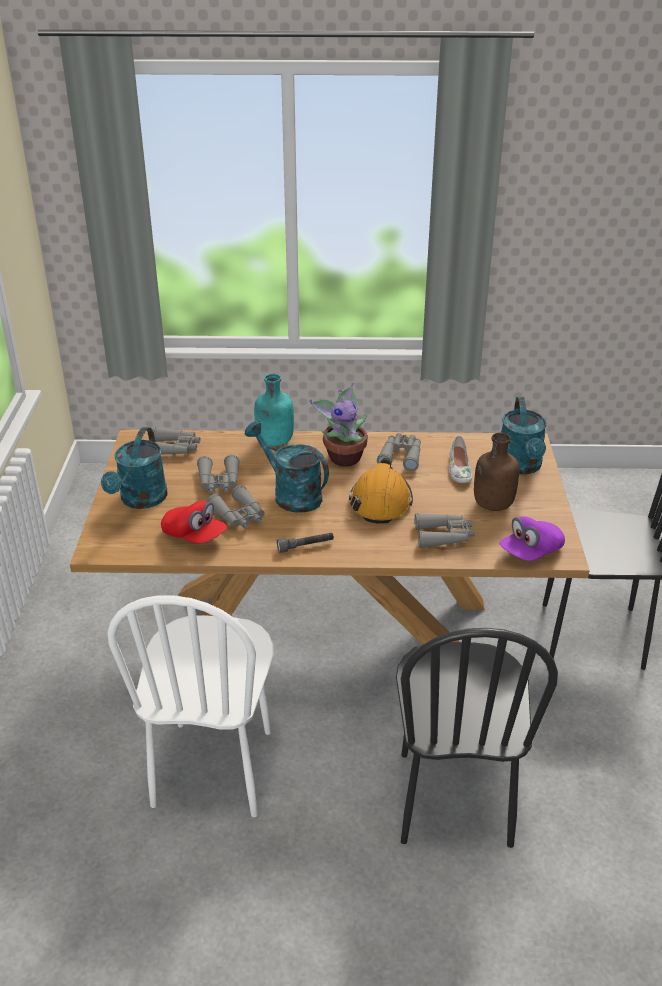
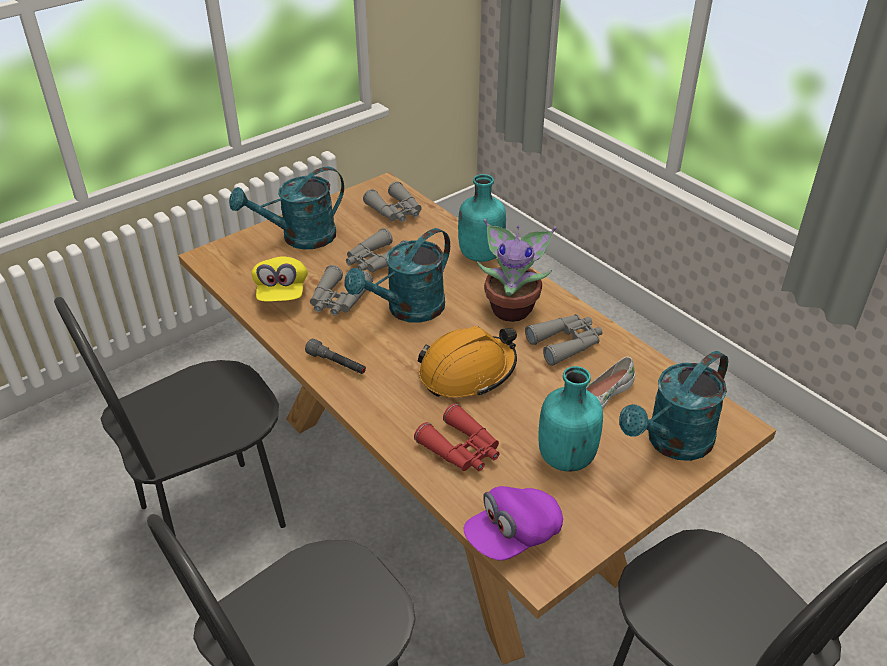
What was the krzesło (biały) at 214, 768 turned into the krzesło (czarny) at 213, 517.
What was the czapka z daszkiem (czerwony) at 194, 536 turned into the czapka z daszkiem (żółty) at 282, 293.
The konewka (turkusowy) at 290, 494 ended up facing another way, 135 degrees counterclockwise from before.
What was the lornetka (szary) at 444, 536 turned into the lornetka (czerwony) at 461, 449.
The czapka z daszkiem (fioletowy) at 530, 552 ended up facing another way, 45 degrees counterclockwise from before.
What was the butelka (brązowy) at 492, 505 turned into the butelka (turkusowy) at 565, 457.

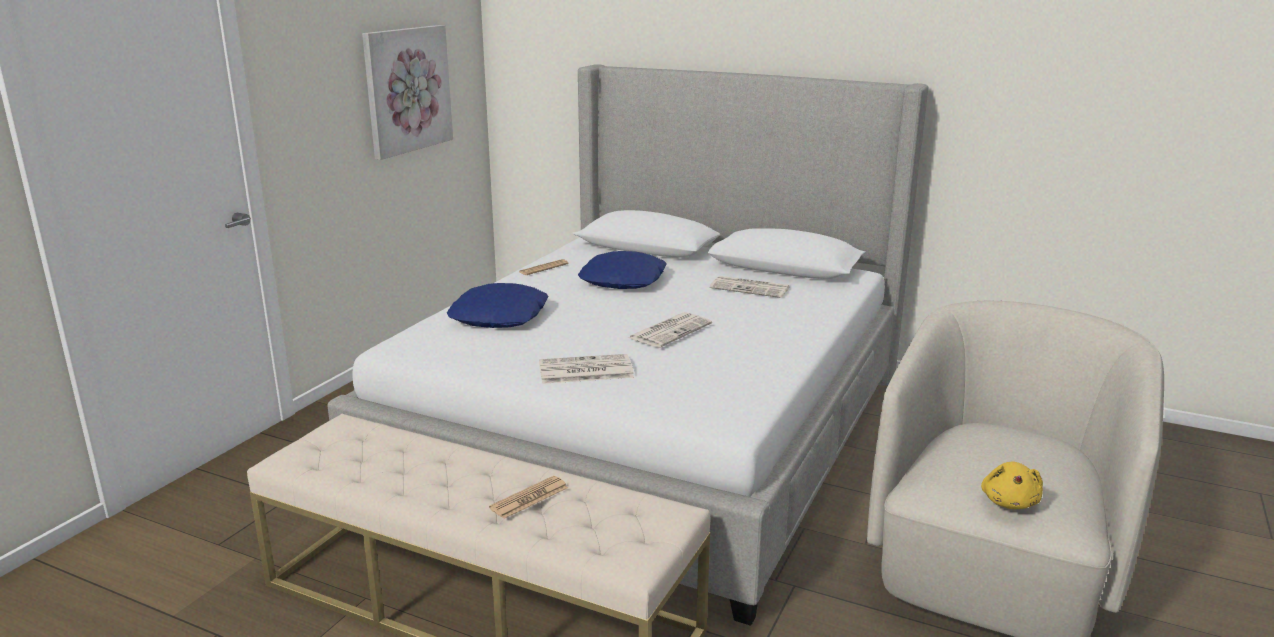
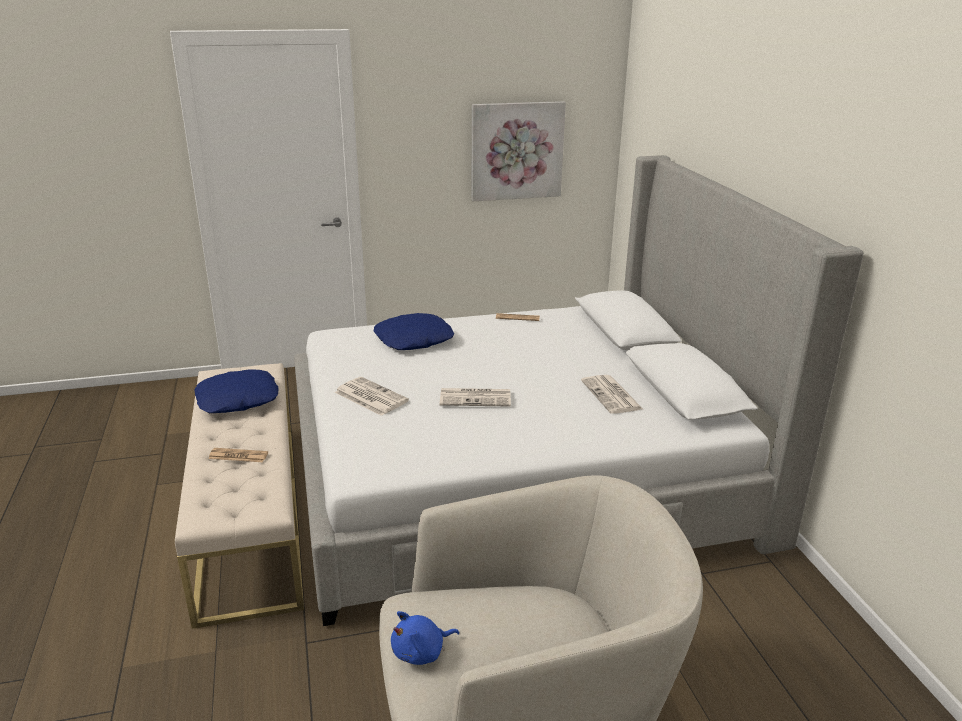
The poduszka (niebieski) ended up elsewhere, having gone from 624, 280 to 238, 400.
What was the pluszak (żółty) at 1009, 502 turned into the pluszak (niebieski) at 421, 652.

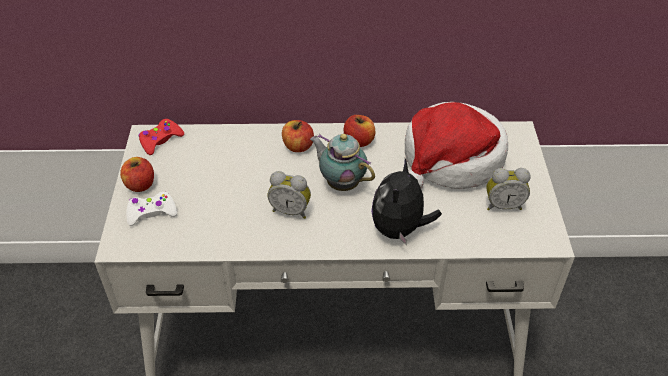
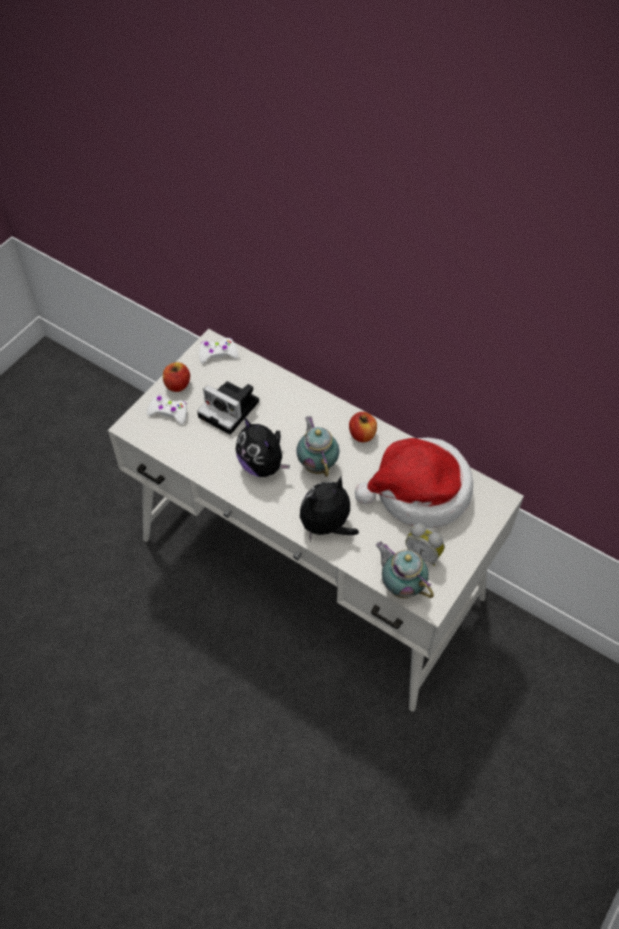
The second view gained the aparat fotograficzny at 231, 410.
What was the pad do gier (czerwony) at 160, 140 turned into the pad do gier (biały) at 218, 354.
Where the budzik stood at 291, 210, the pluszak came to stand at 263, 465.
The second view gained the imbryk at 401, 585.
The second view lost the jabłko at 298, 146.

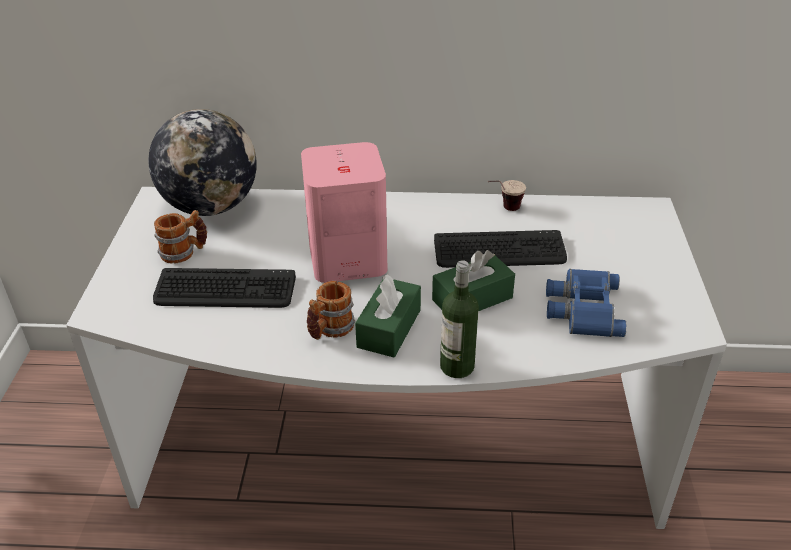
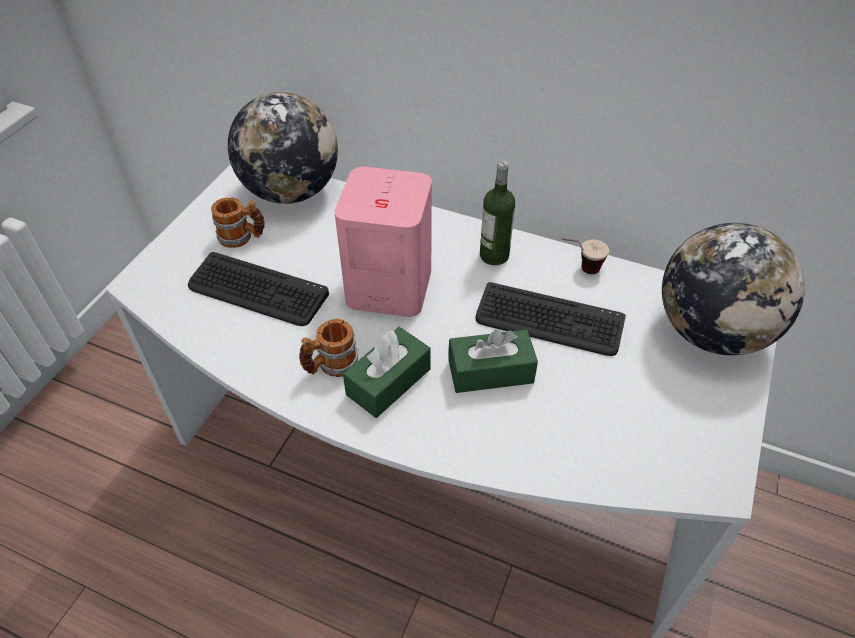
The butelka ended up elsewhere, having gone from 457, 366 to 494, 255.
The second view gained the globus at 711, 332.
The second view lost the lornetka (niebieski) at 582, 308.

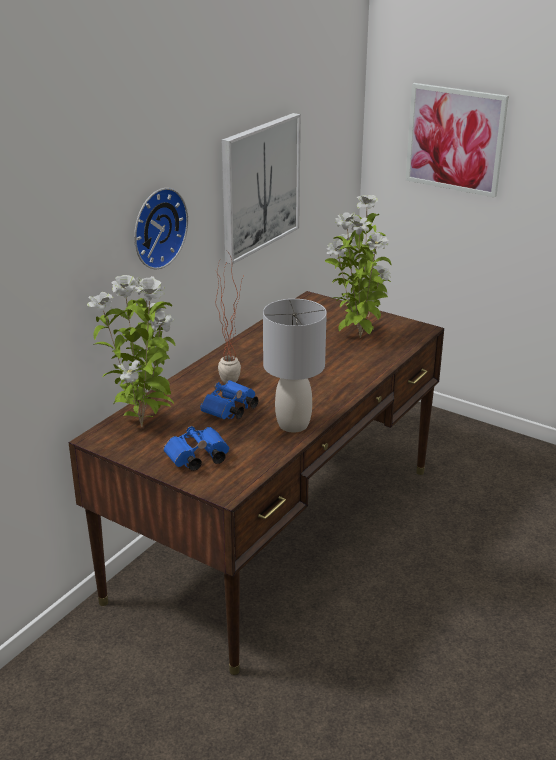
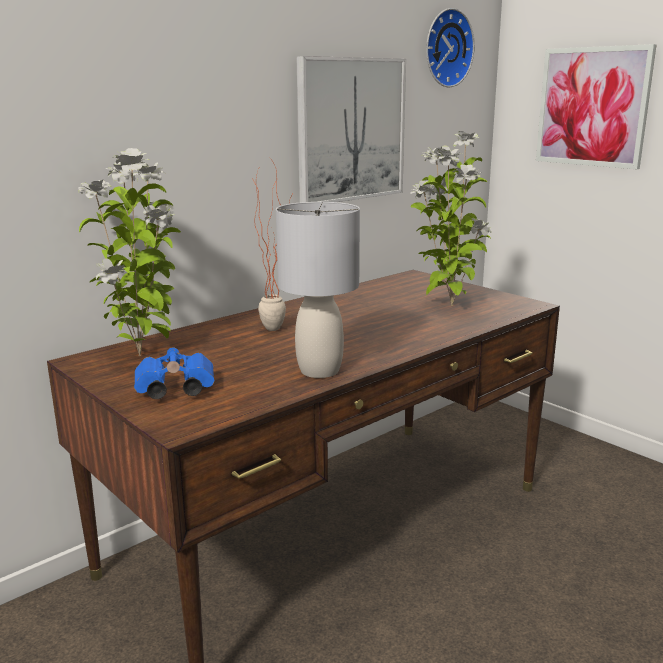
The zegar ścienny ended up elsewhere, having gone from 156, 227 to 445, 48.
The second view lost the lornetka (niebieski) at 229, 411.

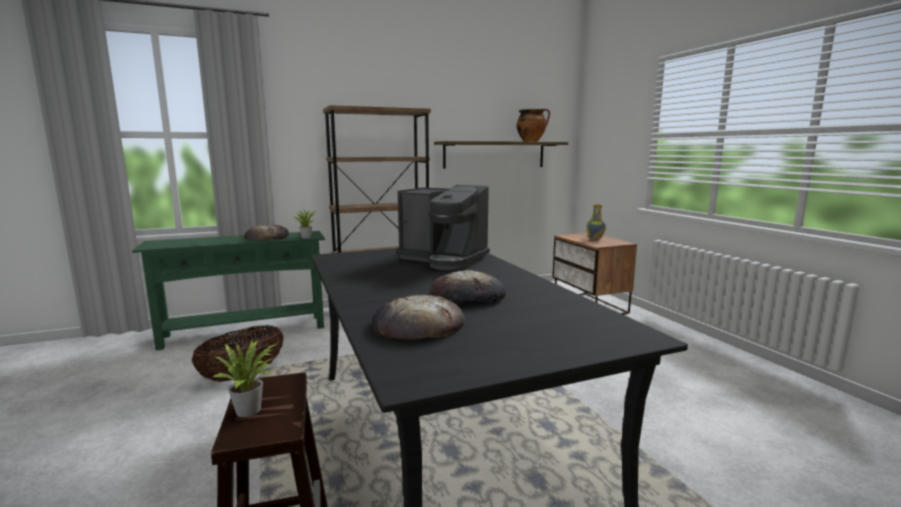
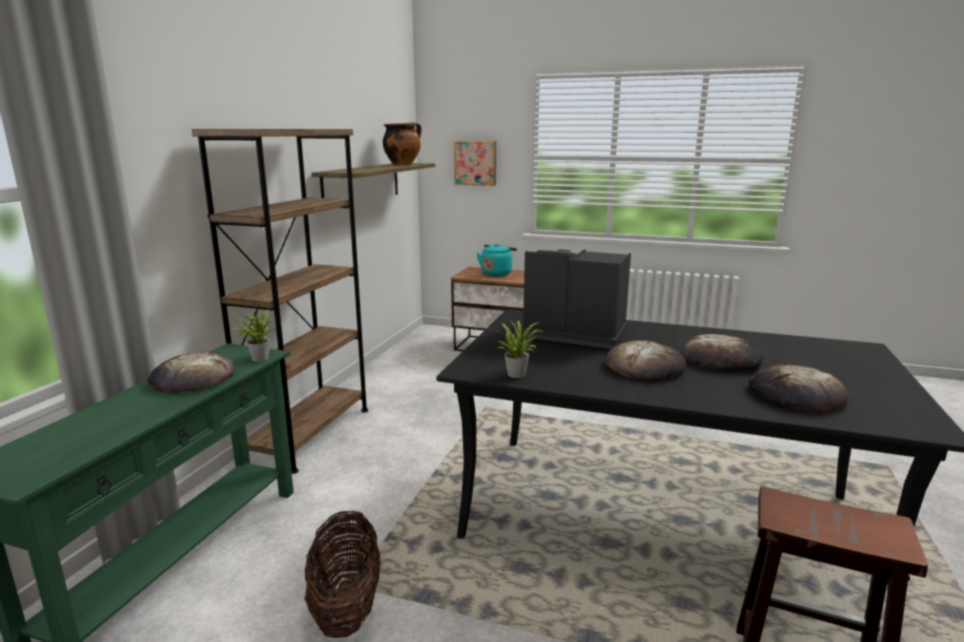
The second view gained the obraz at 475, 162.
Where the wazon stood at 595, 238, the czajnik (turkusowy) came to stand at 497, 273.
The roślina doniczkowa ended up elsewhere, having gone from 252, 410 to 517, 373.
The ekspres do kawy at 444, 259 ended up facing another way, 135 degrees counterclockwise from before.
The second view gained the chleb at 645, 366.

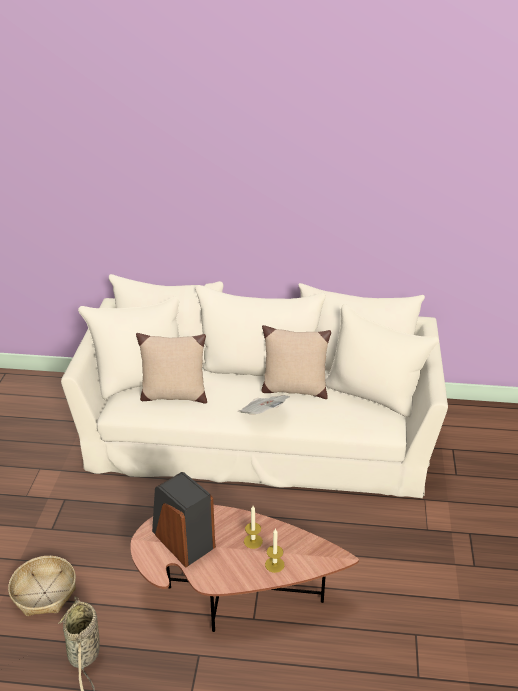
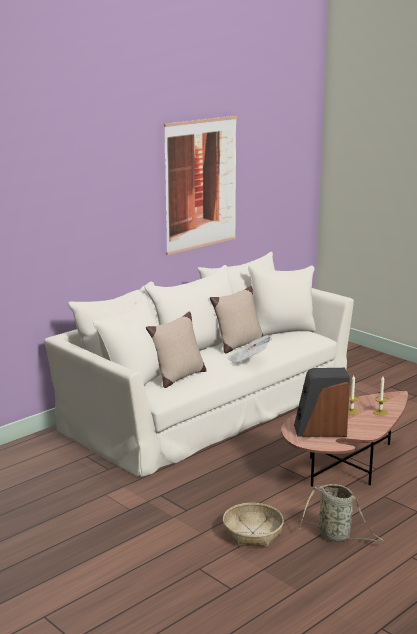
The second view gained the obraz at 201, 184.

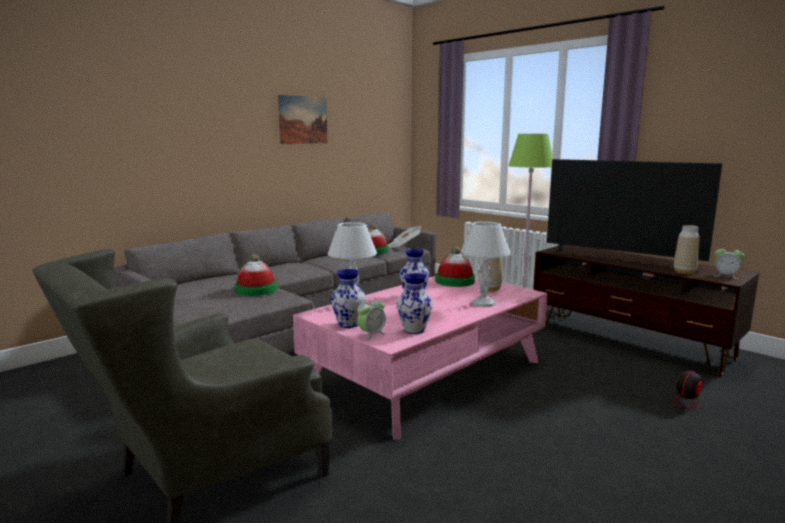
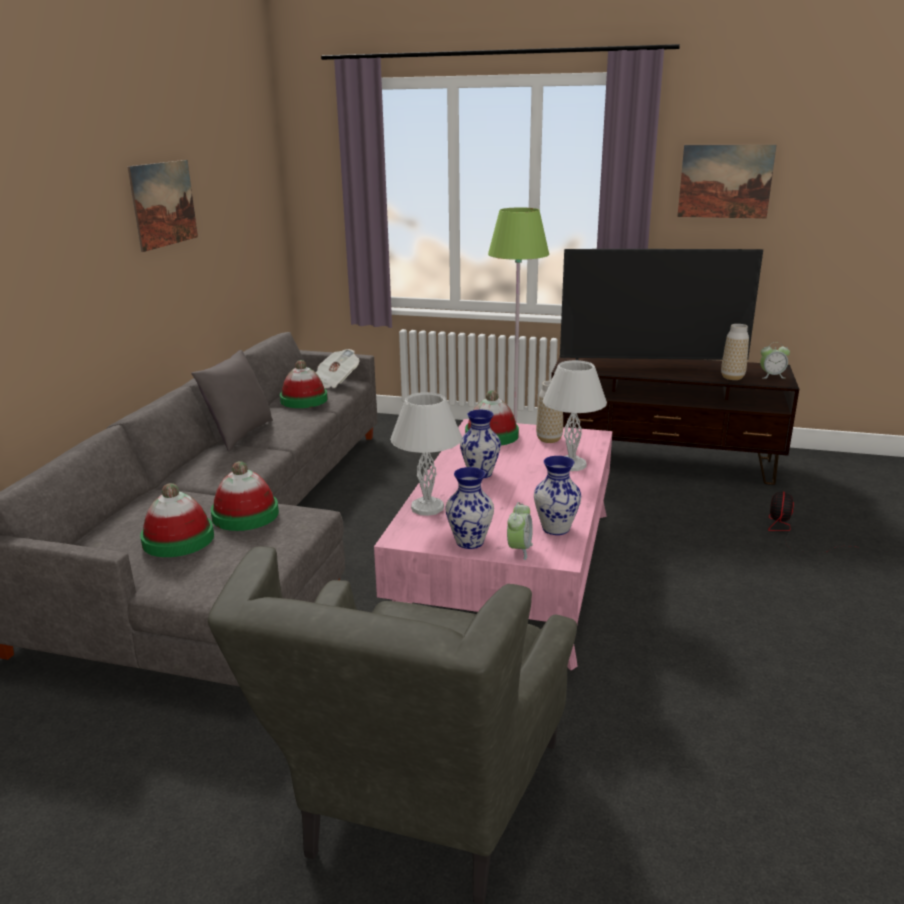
The second view gained the kapelusz at 178, 539.
The second view gained the poduszka (szary) at 239, 435.
The second view gained the obraz at 725, 181.

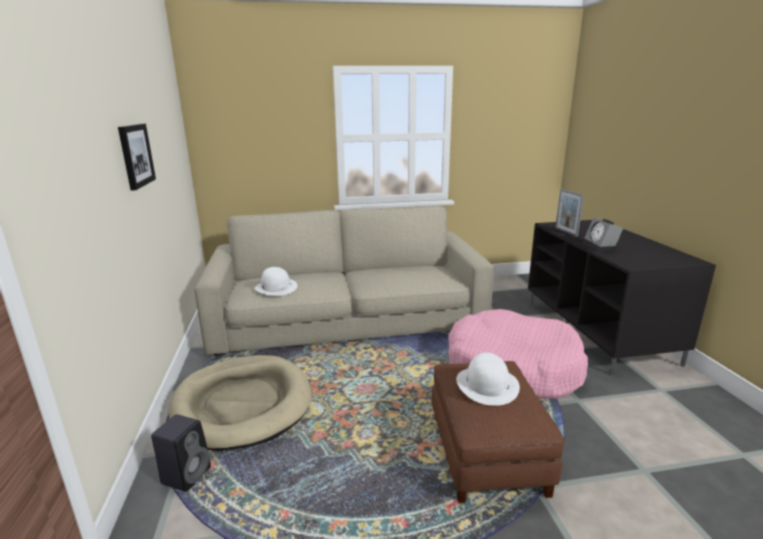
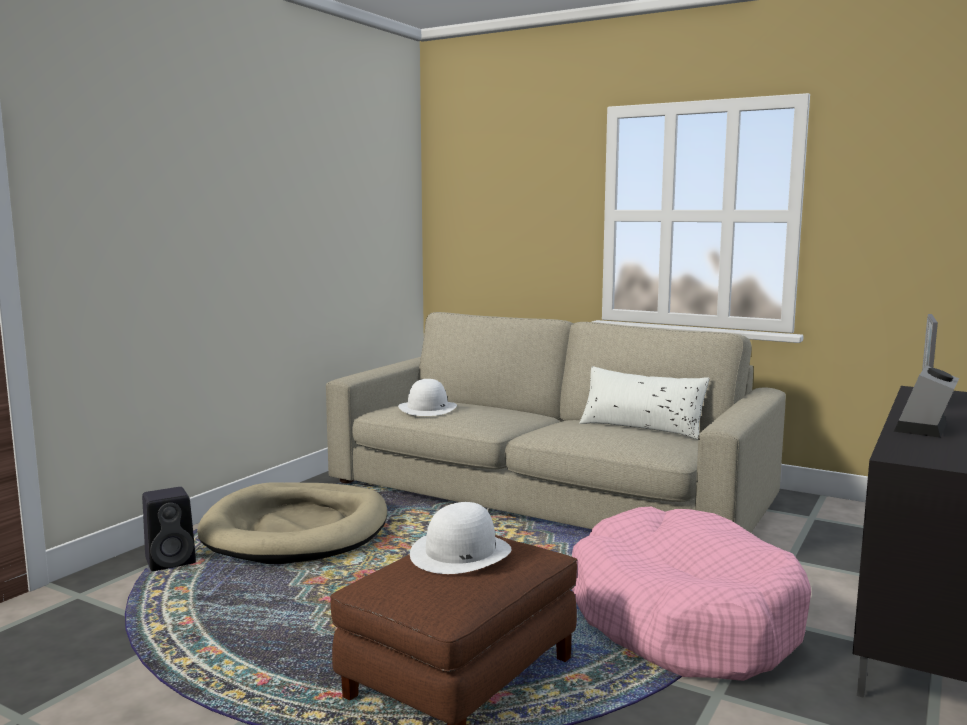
The second view gained the poduszka (biały) at 641, 427.
The second view lost the obraz at 135, 155.

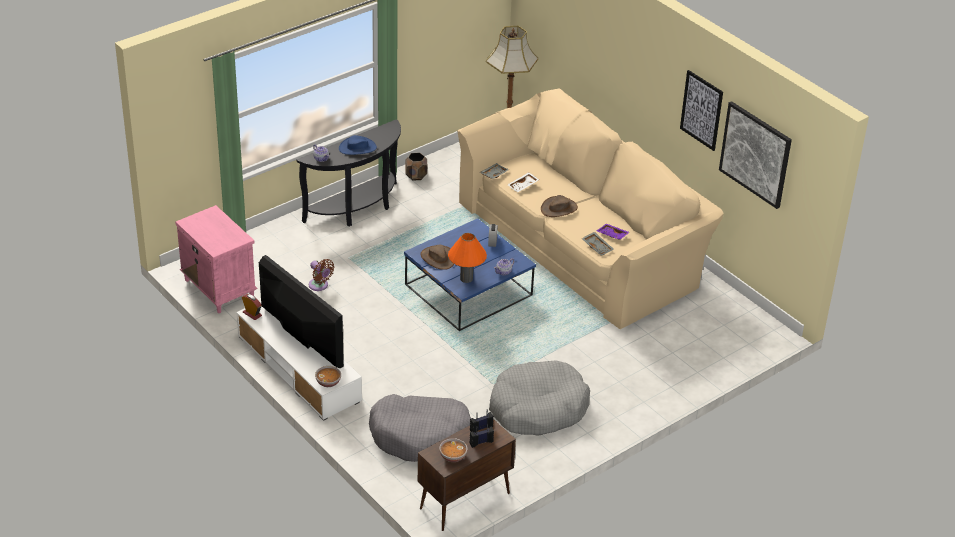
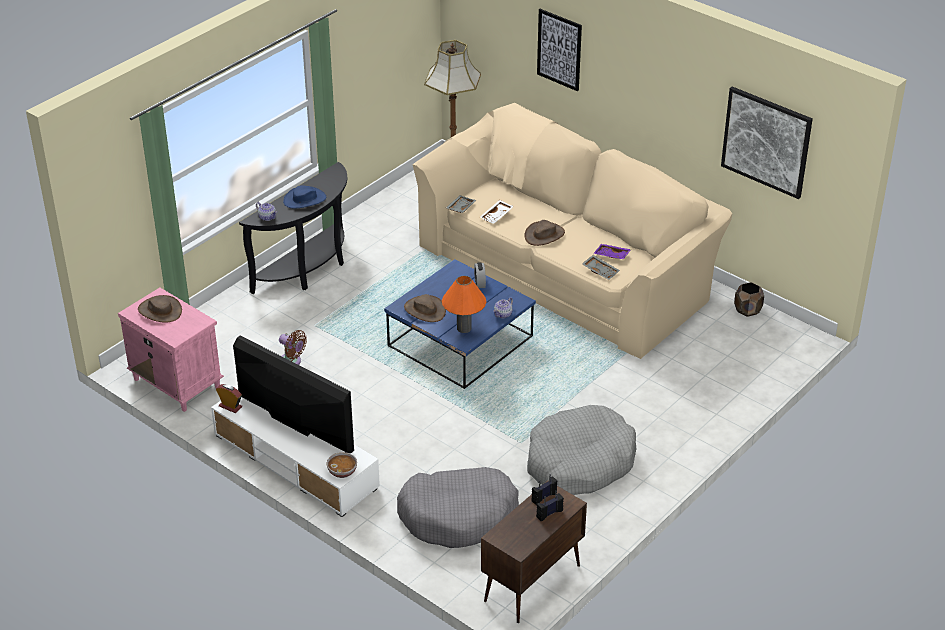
The second view gained the kapelusz (brązowy) at 160, 310.
The obraz ended up elsewhere, having gone from 701, 110 to 559, 49.
The donica (brązowy) ended up elsewhere, having gone from 416, 176 to 748, 310.
The second view lost the miska at 452, 457.

